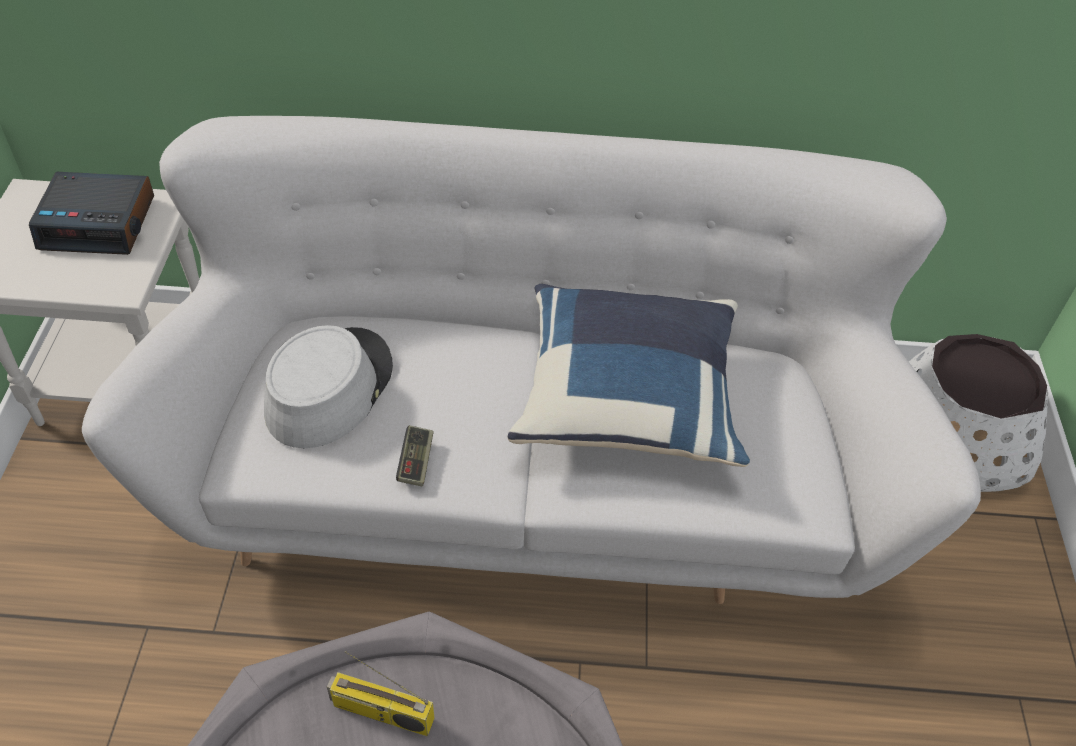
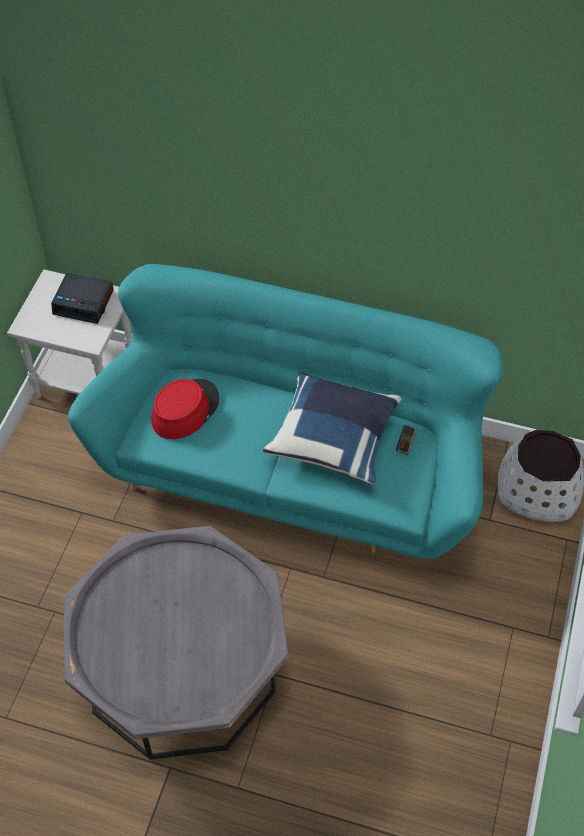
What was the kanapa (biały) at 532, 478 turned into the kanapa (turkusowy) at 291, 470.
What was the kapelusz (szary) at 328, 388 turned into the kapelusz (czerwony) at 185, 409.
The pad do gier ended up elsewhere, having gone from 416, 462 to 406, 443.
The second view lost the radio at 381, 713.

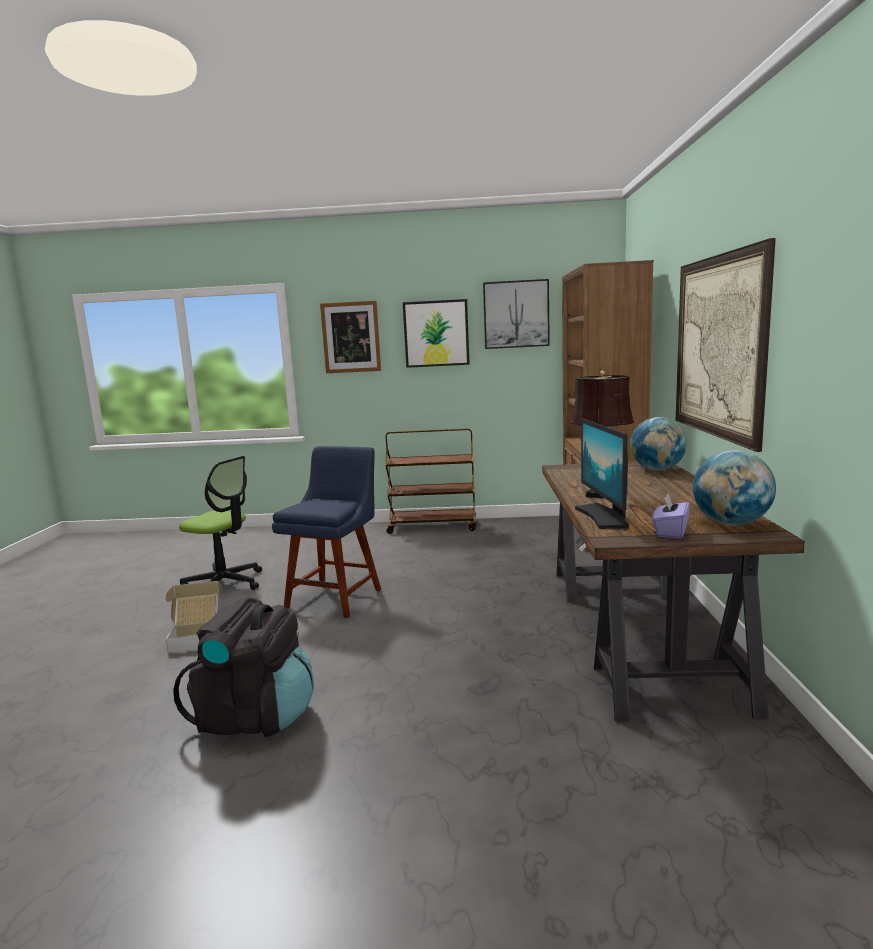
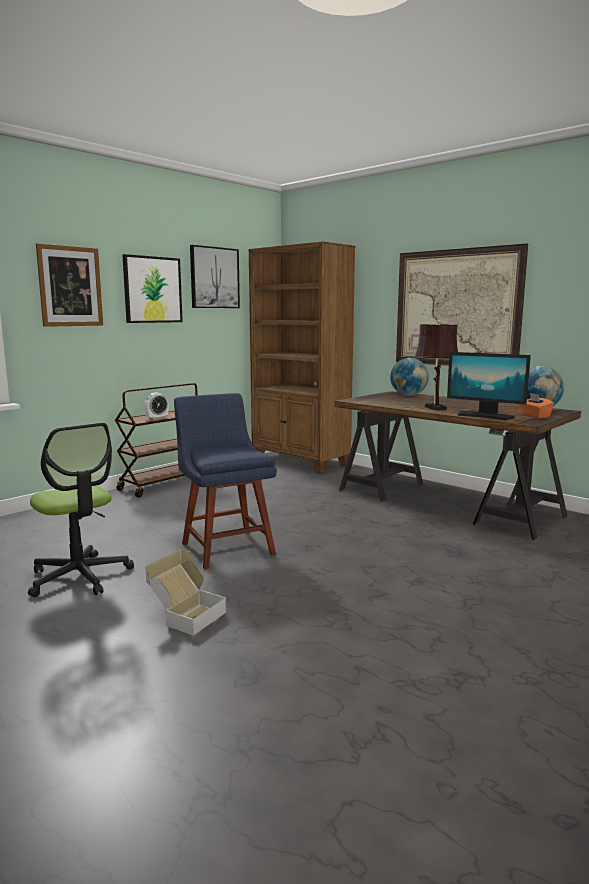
The krzesło biurowe at 224, 584 ended up facing another way, 75 degrees clockwise from before.
The second view gained the budzik at 157, 418.
What was the pudełko chusteczek (fioletowy) at 670, 532 turned into the pudełko chusteczek (pomarańczowy) at 534, 416.
The second view lost the plecak (czarny) at 255, 717.

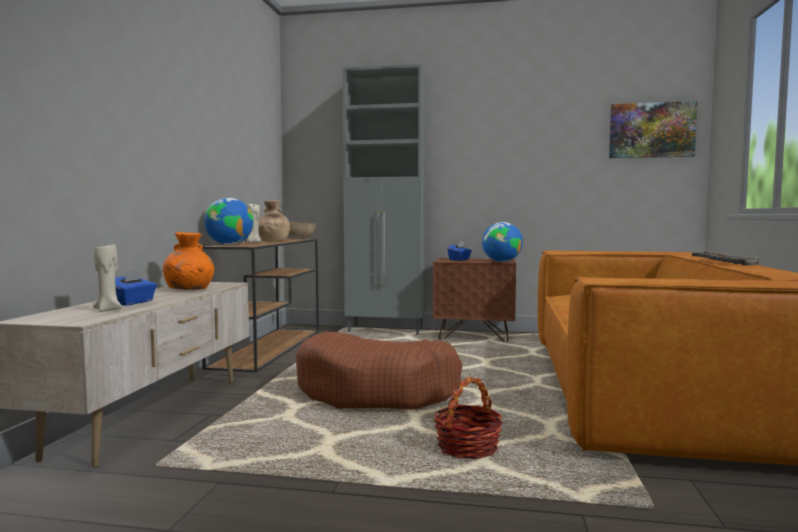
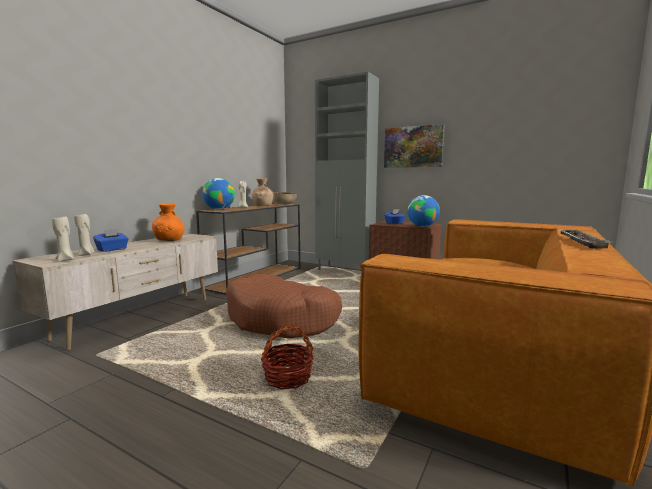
The second view gained the świeca (beżowy) at 66, 260.
The obraz ended up elsewhere, having gone from 651, 130 to 413, 147.

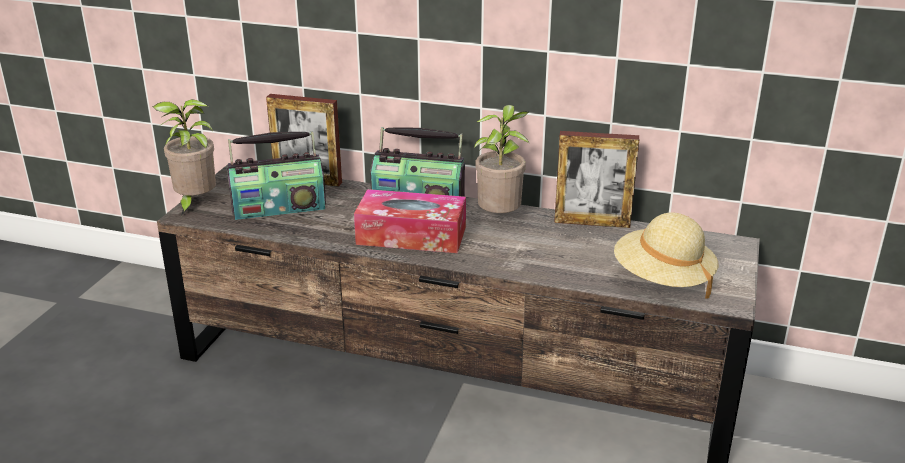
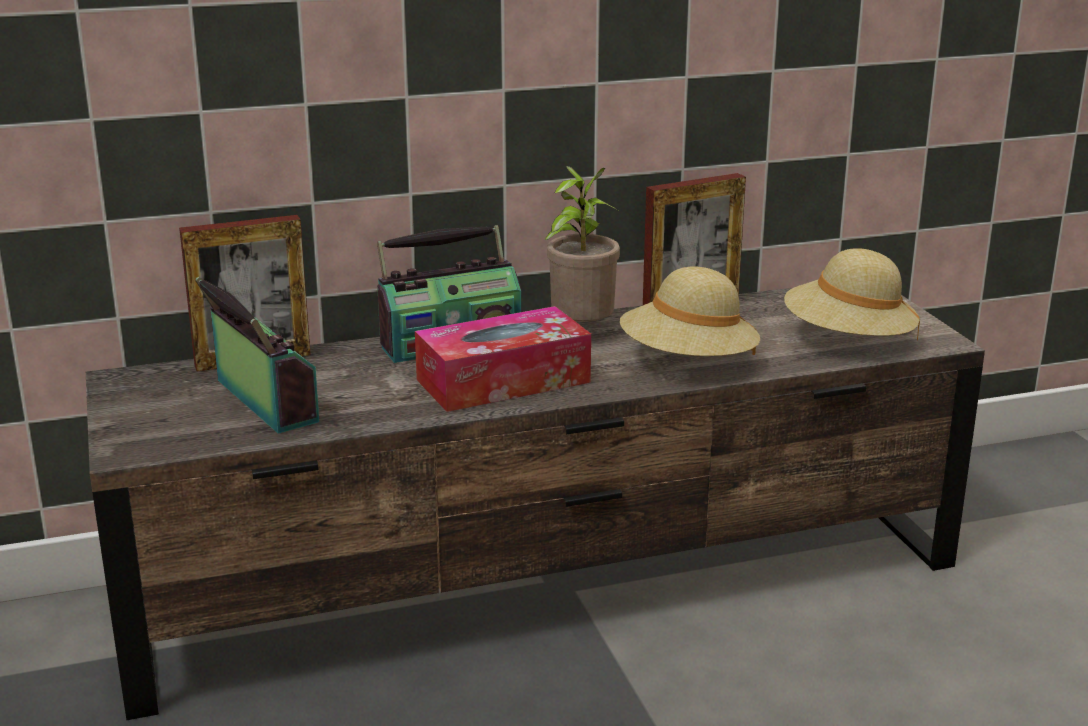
The radio at 279, 207 ended up facing another way, 75 degrees counterclockwise from before.
The second view gained the kapelusz (beżowy) at 688, 362.
The second view lost the roślina doniczkowa at 195, 204.

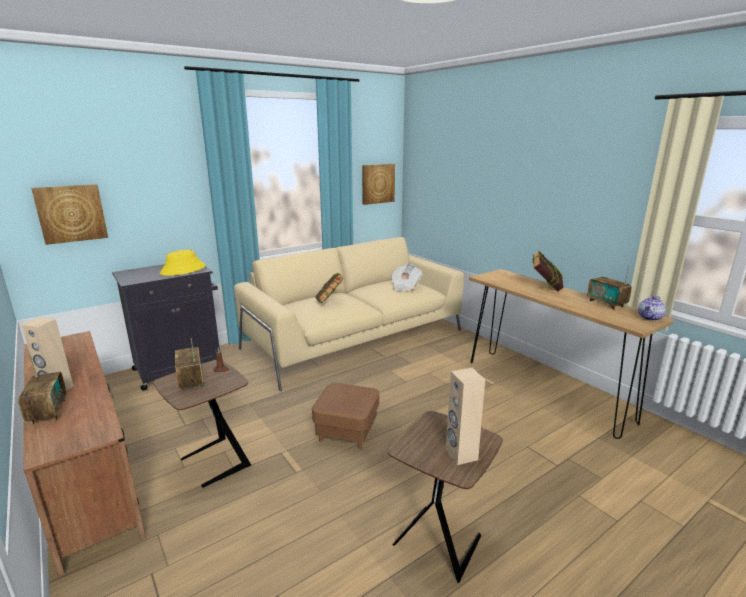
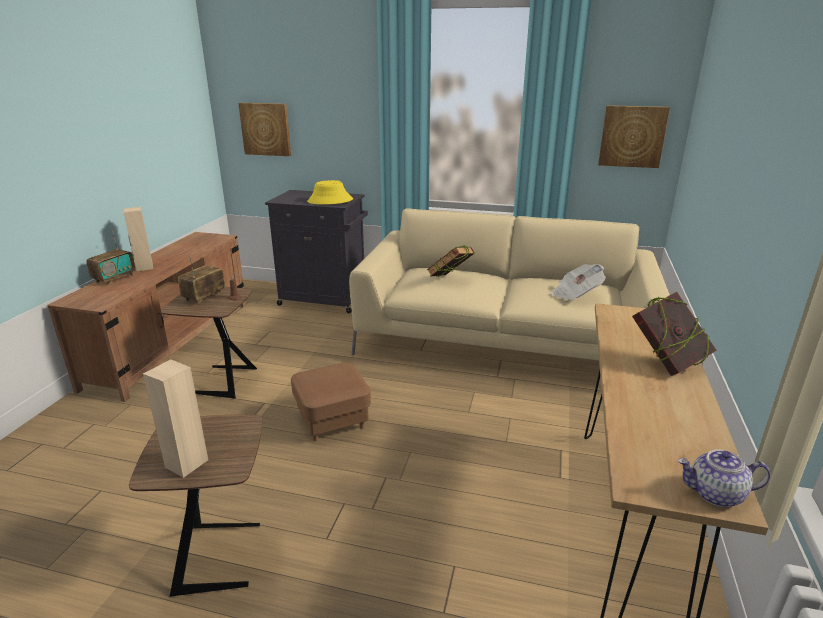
The second view lost the radio at 606, 304.

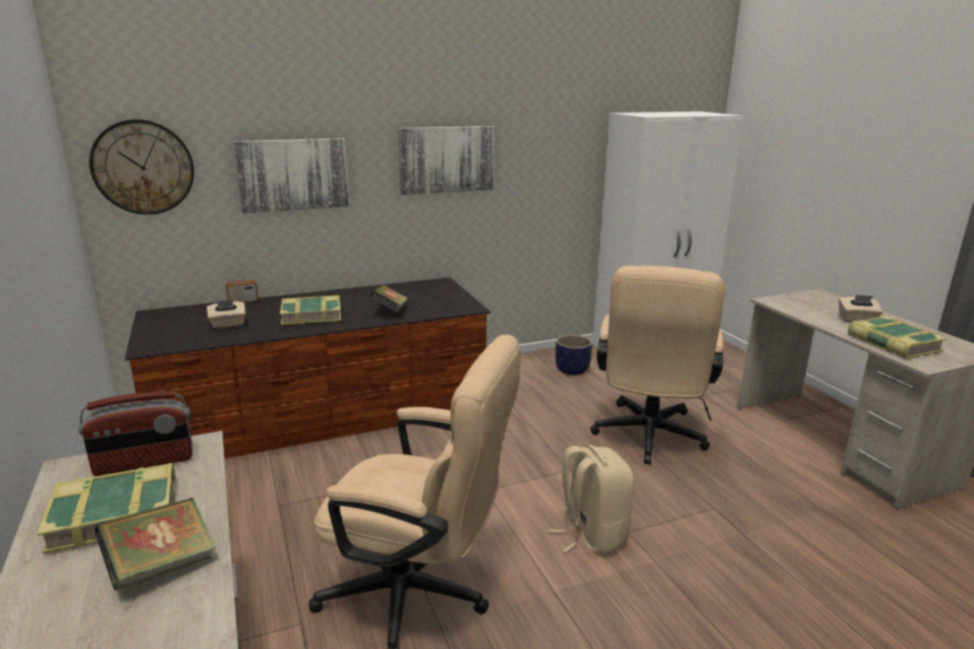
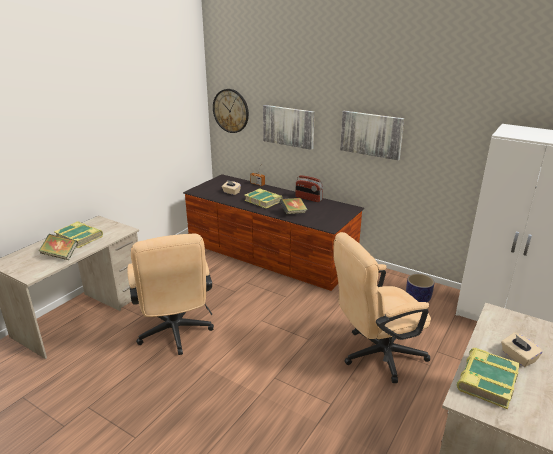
The radio ended up elsewhere, having gone from 144, 462 to 308, 198.
The second view lost the plecak (beżowy) at 591, 534.

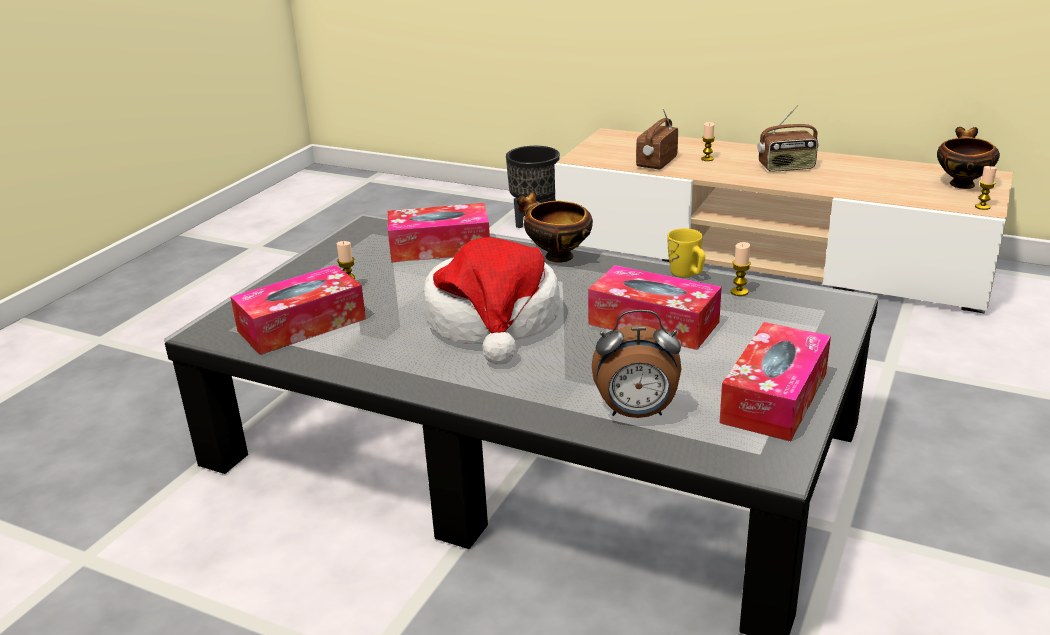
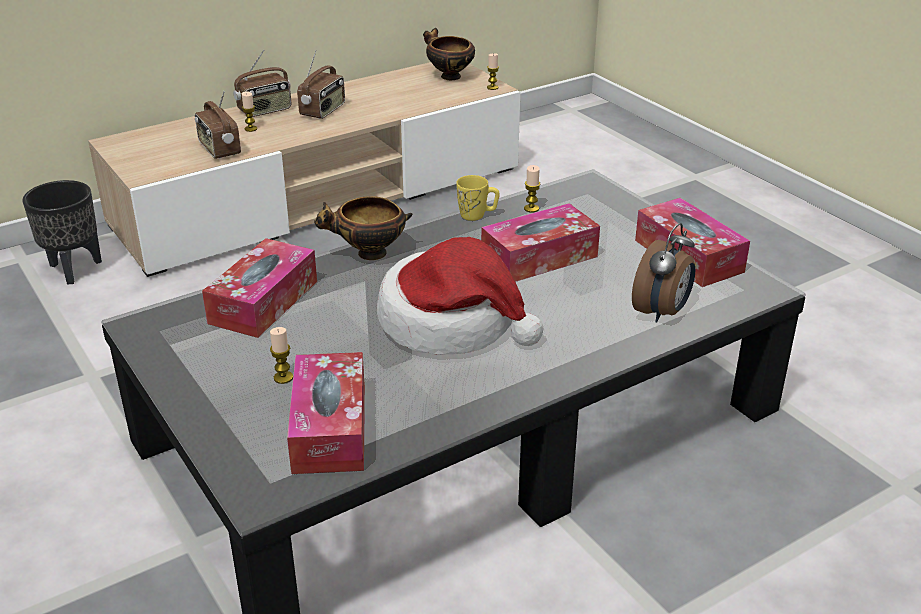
The second view gained the radio at 265, 111.

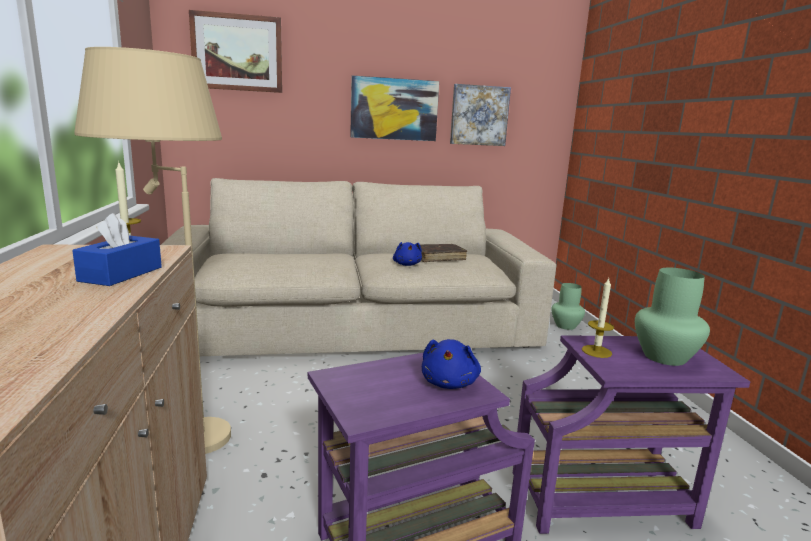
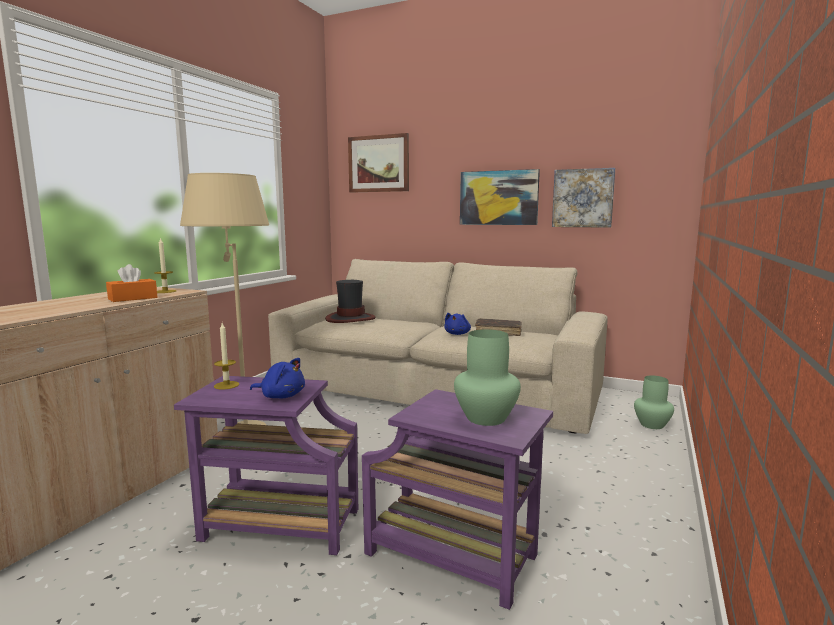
What was the pudełko chusteczek (niebieski) at 121, 274 turned into the pudełko chusteczek (pomarańczowy) at 133, 298.
The świeca ended up elsewhere, having gone from 596, 351 to 226, 385.
The pluszak (niebieski) at 450, 383 ended up facing another way, 120 degrees counterclockwise from before.
The second view gained the kapelusz at 350, 318.

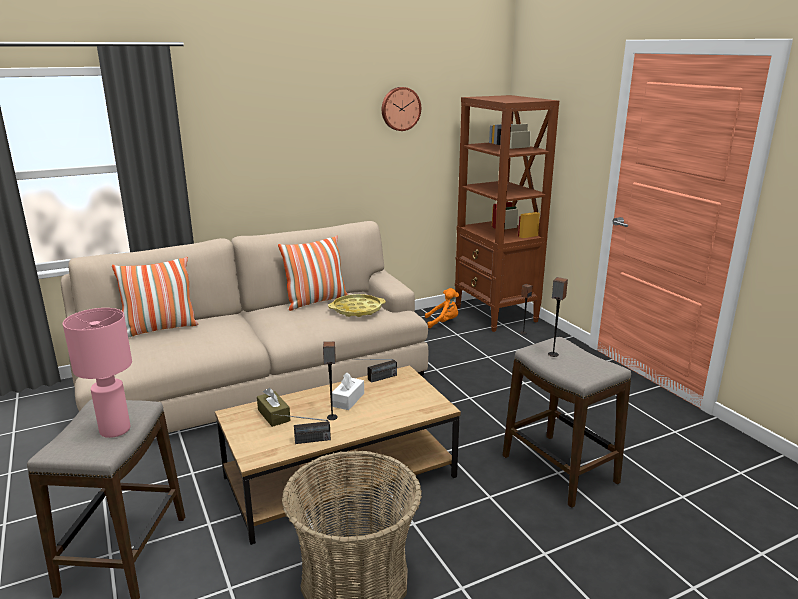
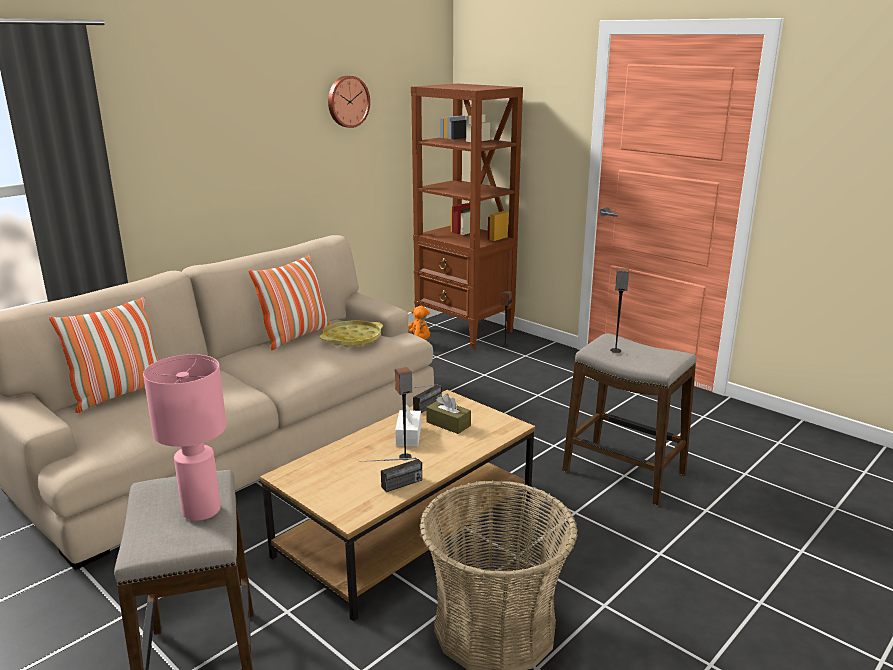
The pudełko chusteczek (brązowy) ended up elsewhere, having gone from 274, 415 to 448, 424.

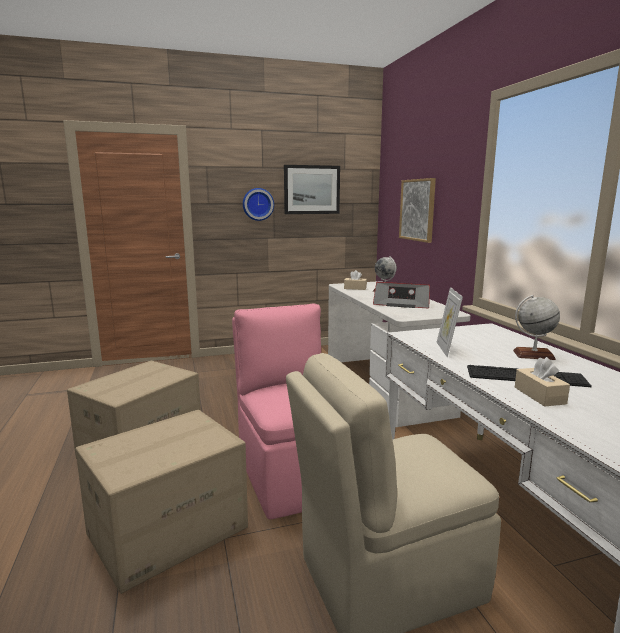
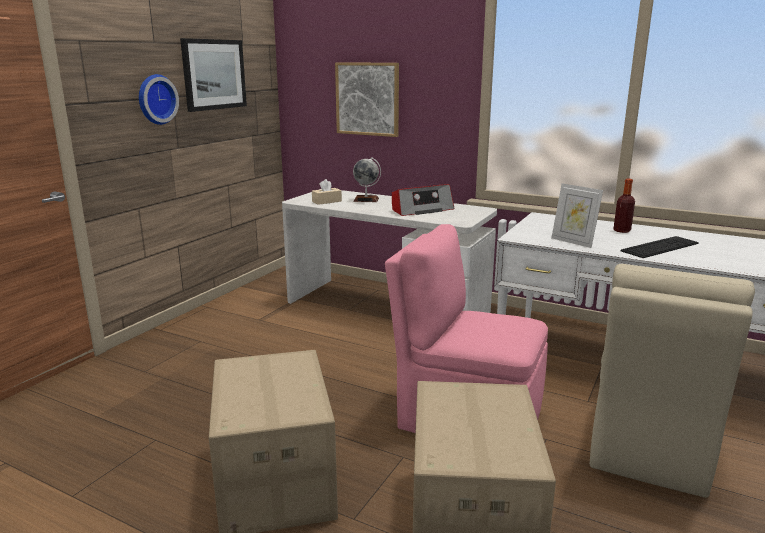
Where the globus stood at 533, 355, the butelka came to stand at 622, 230.
The second view lost the pudełko chusteczek (beżowy) at 539, 395.

